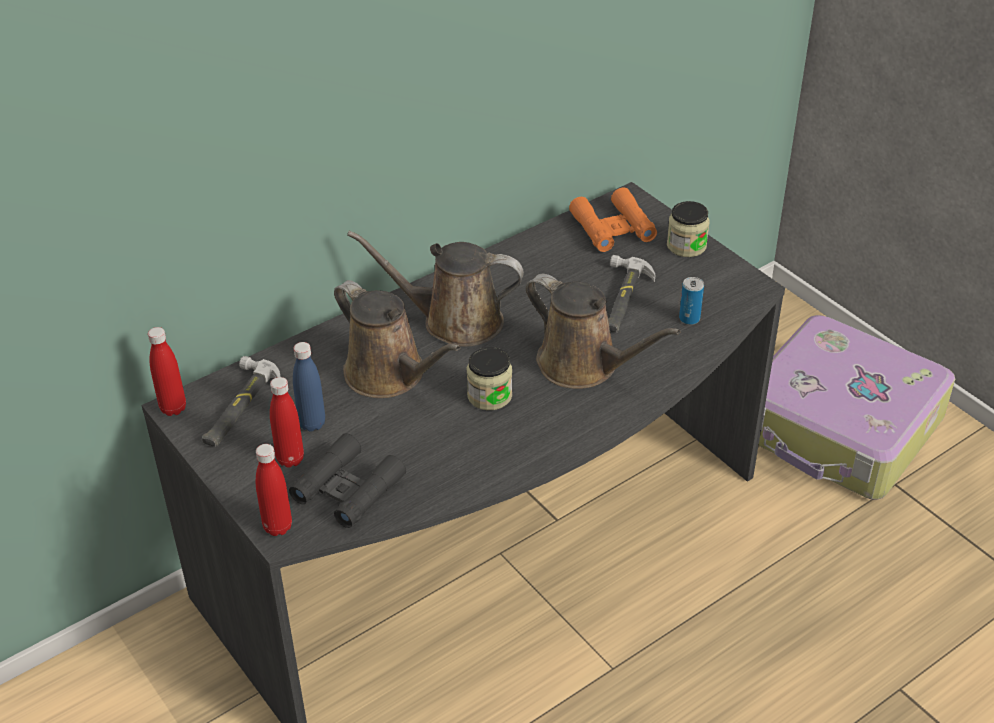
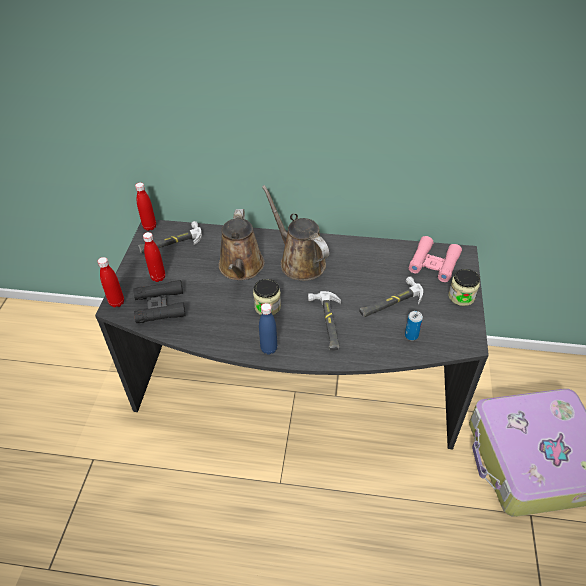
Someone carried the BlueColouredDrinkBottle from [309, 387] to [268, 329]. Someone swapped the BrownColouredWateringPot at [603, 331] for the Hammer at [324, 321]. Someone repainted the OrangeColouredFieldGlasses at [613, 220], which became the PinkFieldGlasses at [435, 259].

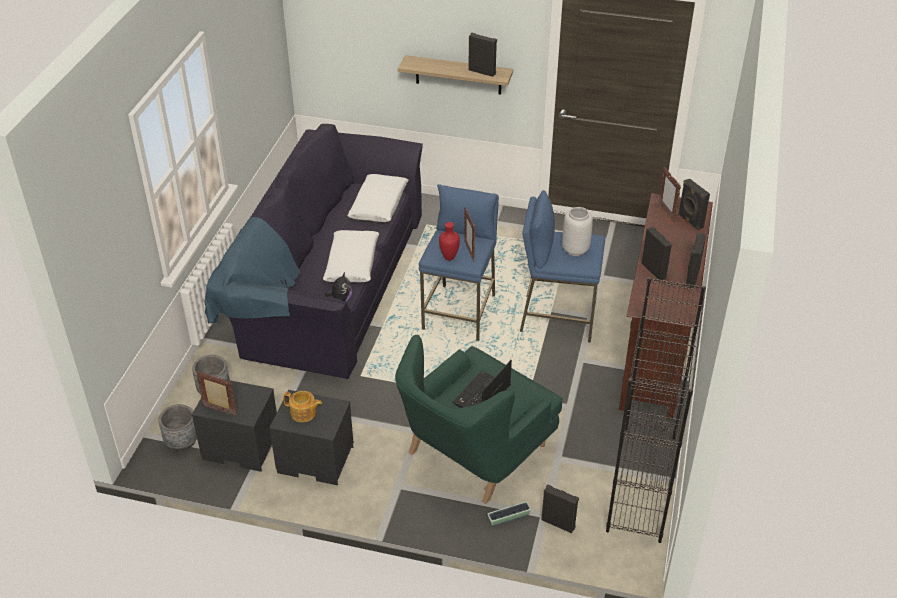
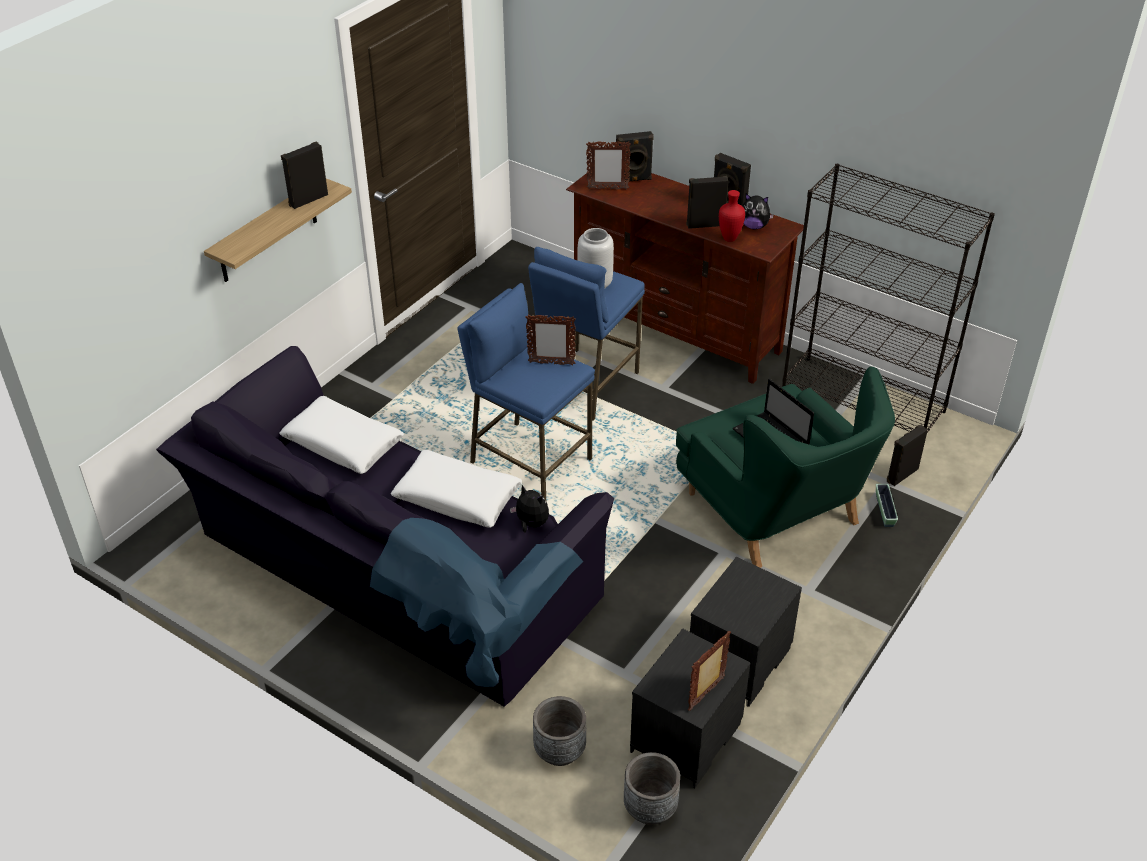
Someone took away the TeaPot at [302, 406]. Someone carried the RedColouredDecorativeVase from [449, 241] to [732, 216]. Someone put down the SoftToy at [758, 211].

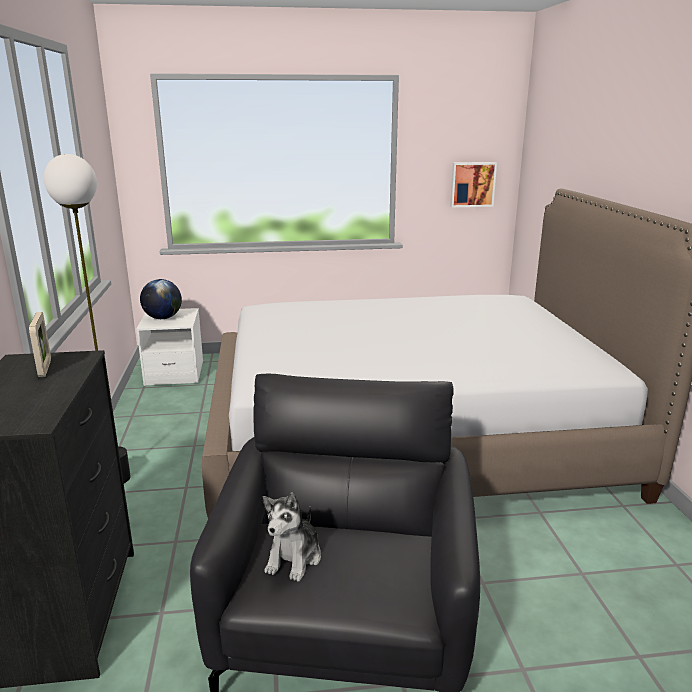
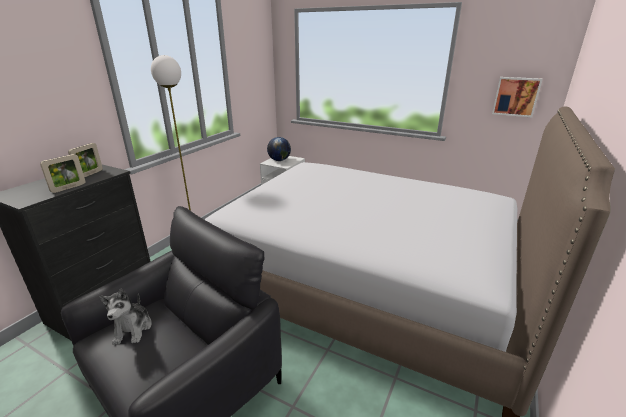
Someone rotated the SoftToy at [292, 537] by 60 degrees counterclockwise. Someone put down the PictureFrame at [62, 173].

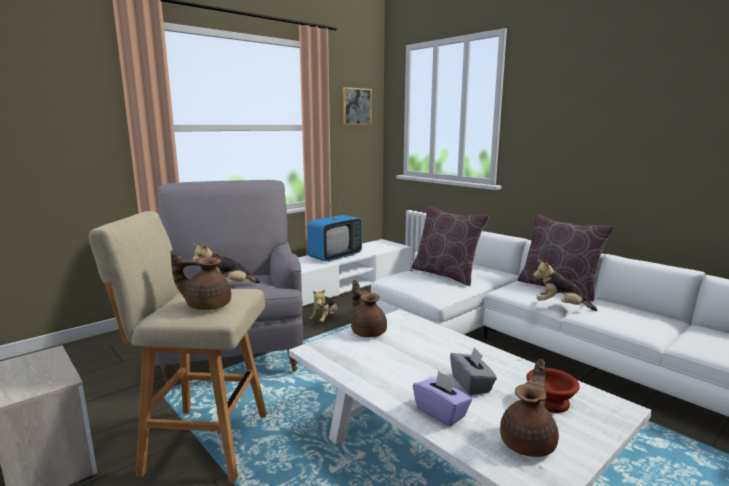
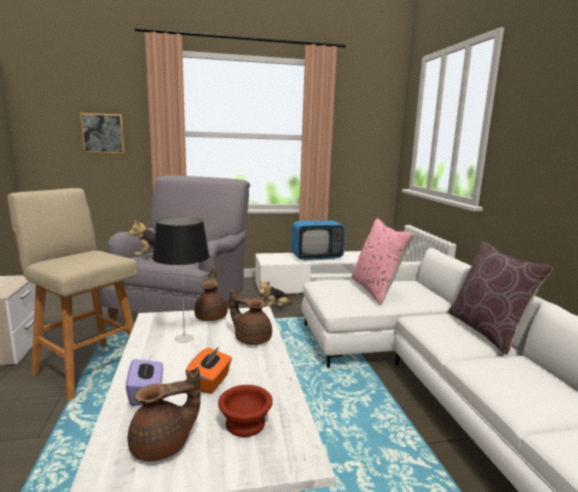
Someone carried the BrownColouredTeaPot from [200, 280] to [251, 316]. Someone carried the WallArt from [357, 106] to [102, 133]. Someone repainted the BrownColouredPillow at [450, 246], which became the PinkPillow at [382, 261]. Someone repainted the GrayBoxOfTissues at [473, 371], which became the OrangeColouredBoxOfTissues at [208, 370]. Someone took away the SoftToy at [565, 285]. Someone put down the TableLamp at [181, 280].

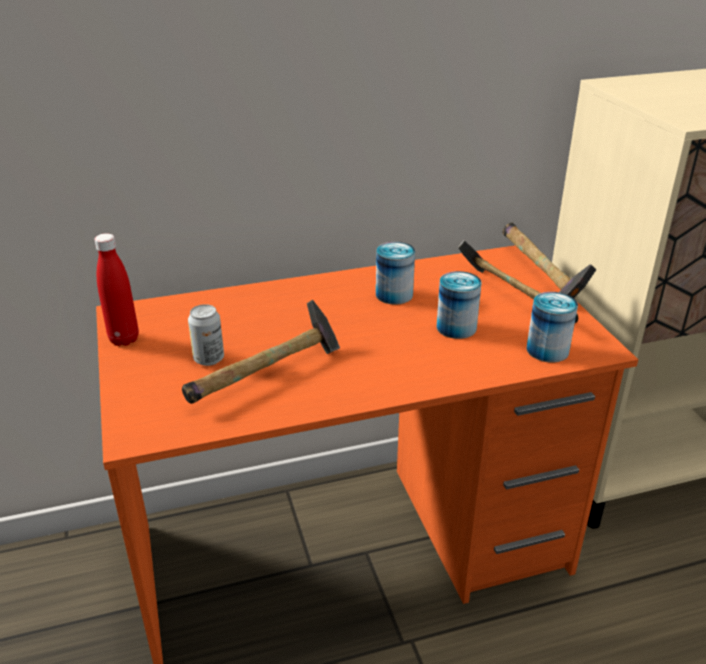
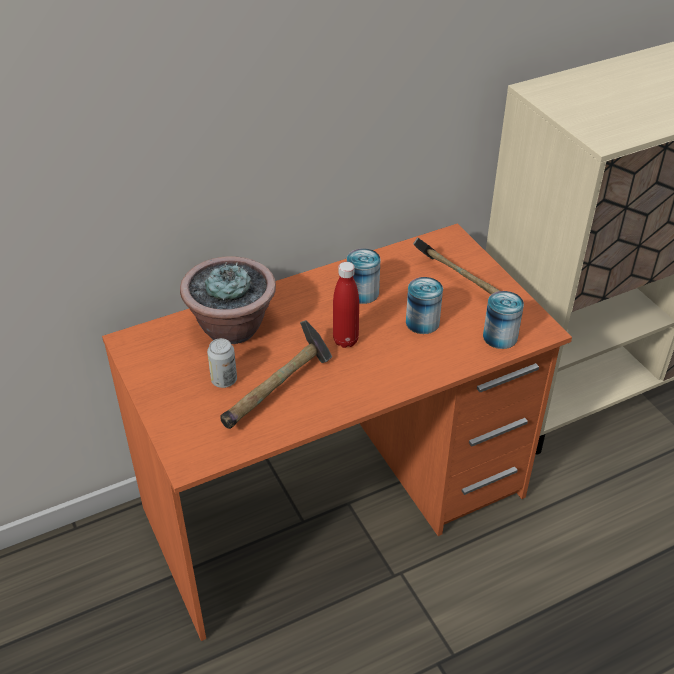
Someone carried the RedColouredDrinkBottle from [116, 289] to [346, 305]. Someone took away the Hammer at [549, 260]. Someone put down the PottedPlant at [228, 300].

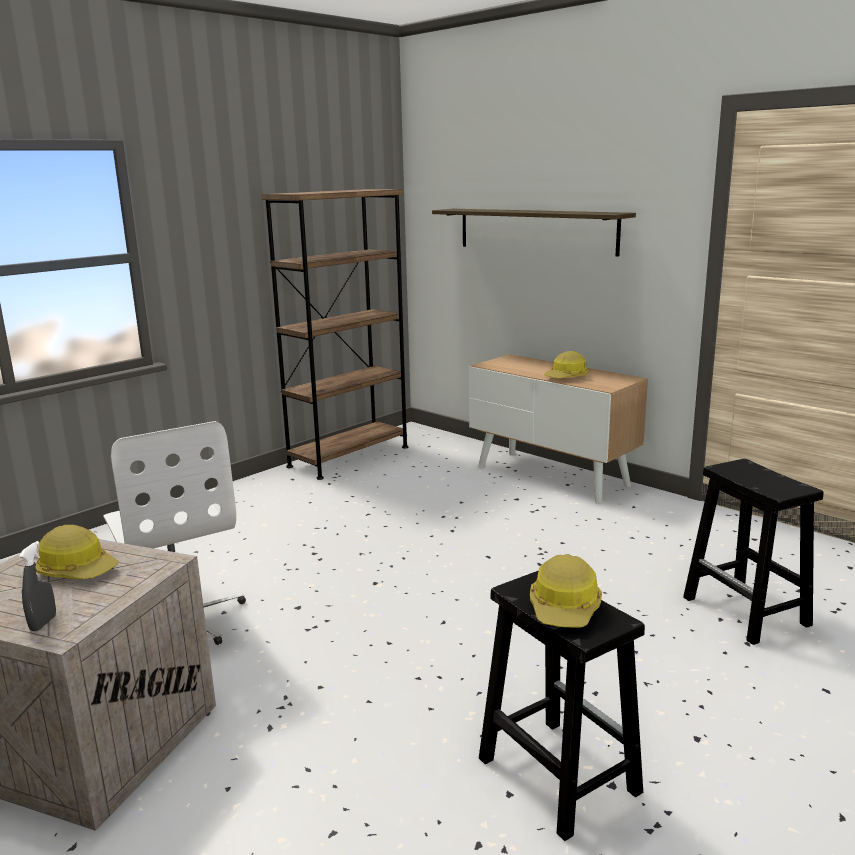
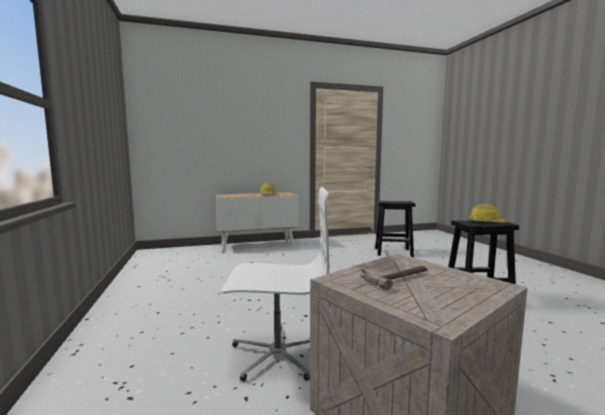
Someone took away the GrayHandSprayer at [37, 586]. Someone swapped the HardHat at [76, 552] for the Hammer at [393, 278]. Someone took away the BrownColouredBookshelf at [334, 334]. Someone took away the BracketShelf at [534, 233].

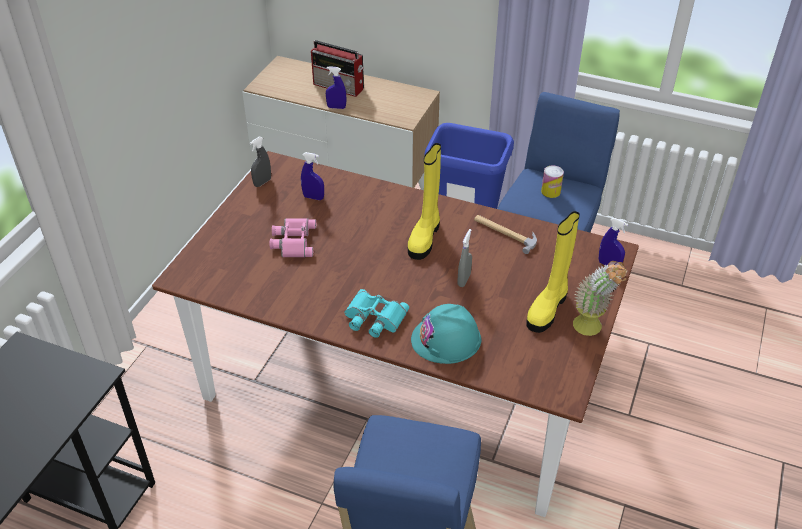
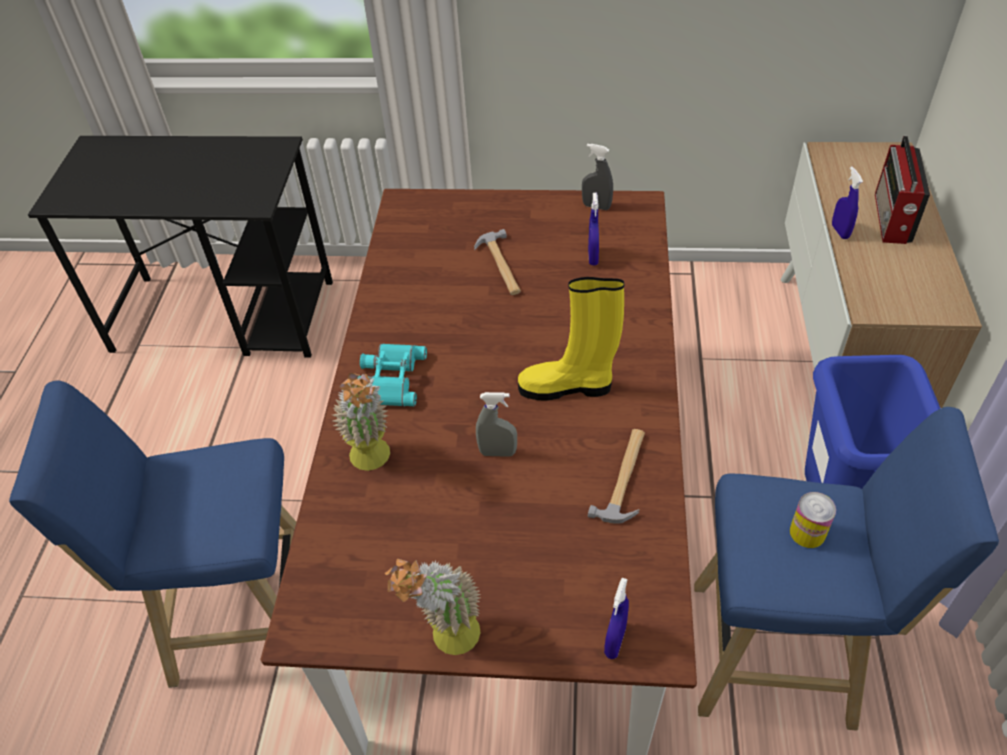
Someone swapped the PinkFieldGlasses at [293, 237] for the Hammer at [497, 262]. Someone swapped the TurquoiseColouredHardHat at [446, 334] for the PottedPlant at [361, 422]. Someone took away the YellowishTallBoot at [553, 272].

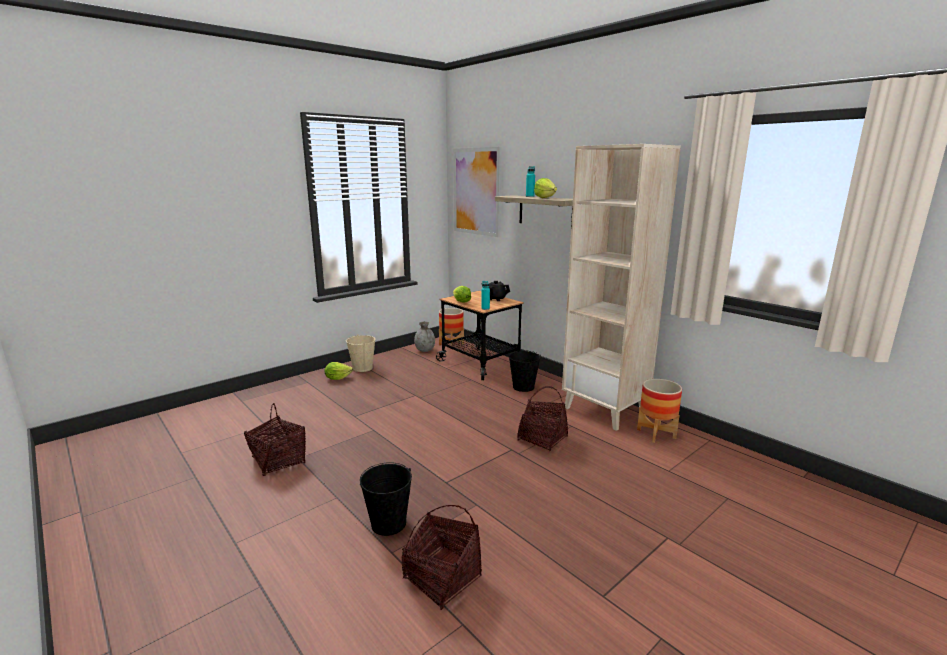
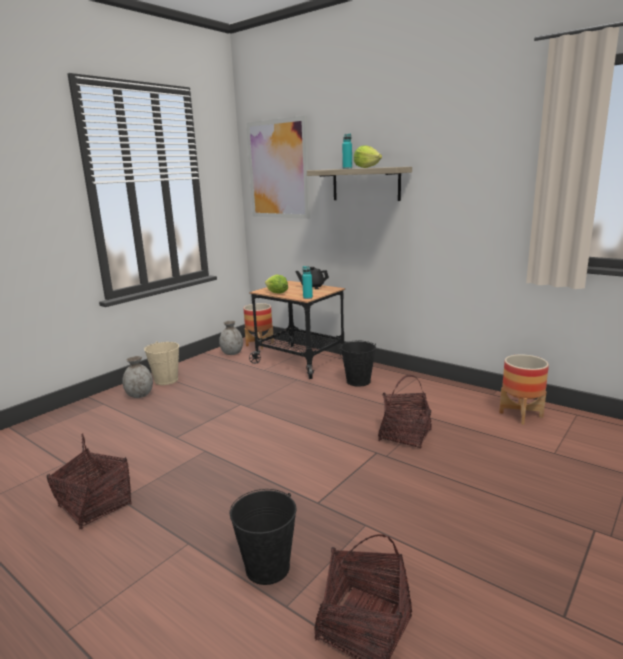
Someone swapped the HeadOfLettuce at [339, 371] for the GrayDecorativeVase at [137, 377]. Someone took away the BeigeColouredBookshelf at [621, 287].

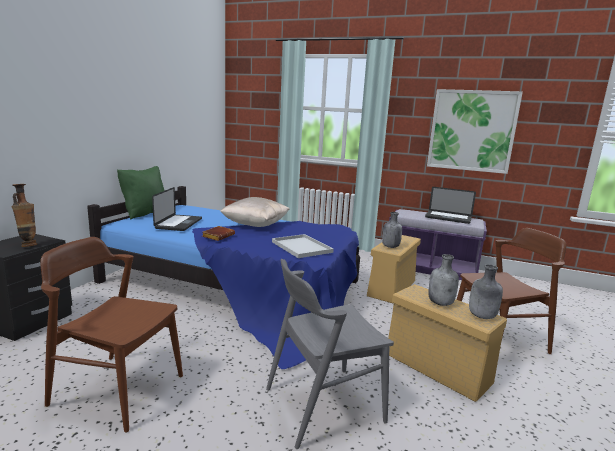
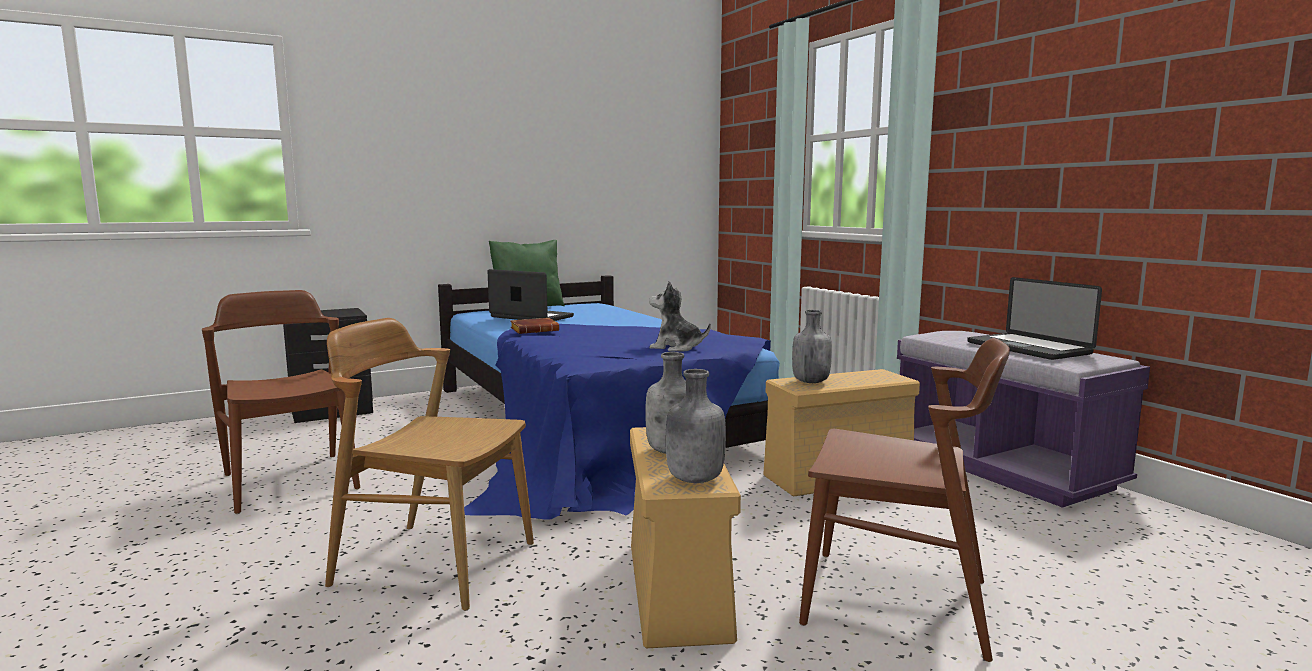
Someone took away the DecorativeVase at [24, 215]. Someone rotated the NotebookComputer at [177, 209] by 105 degrees counterclockwise. Someone took away the BeigeColouredPillow at [255, 212]. Someone repainted the GrayChair at [330, 354], which became the BrownColouredChair at [429, 464]. Someone took away the WhiteColouredServingTray at [303, 246]. Someone took away the WallArt at [475, 131]. Someone put down the SoftToy at [680, 316].

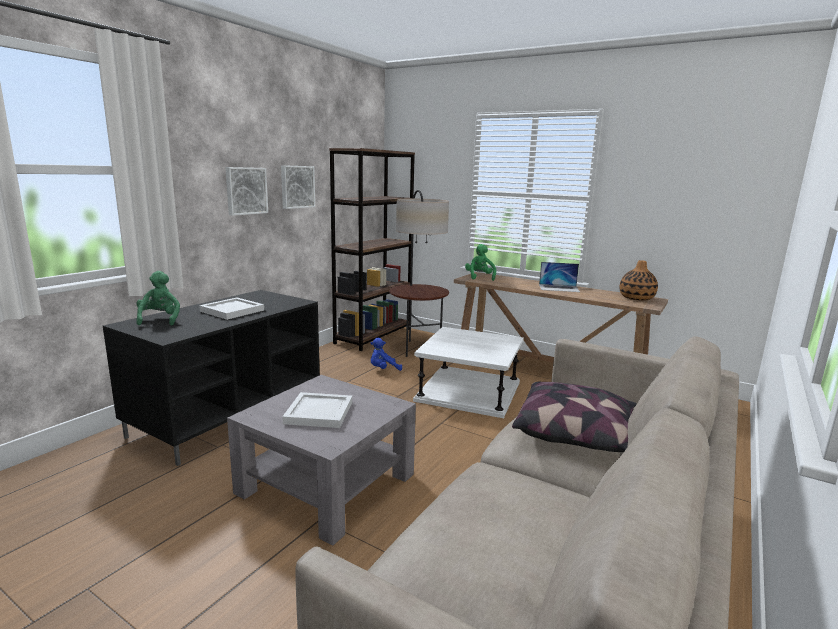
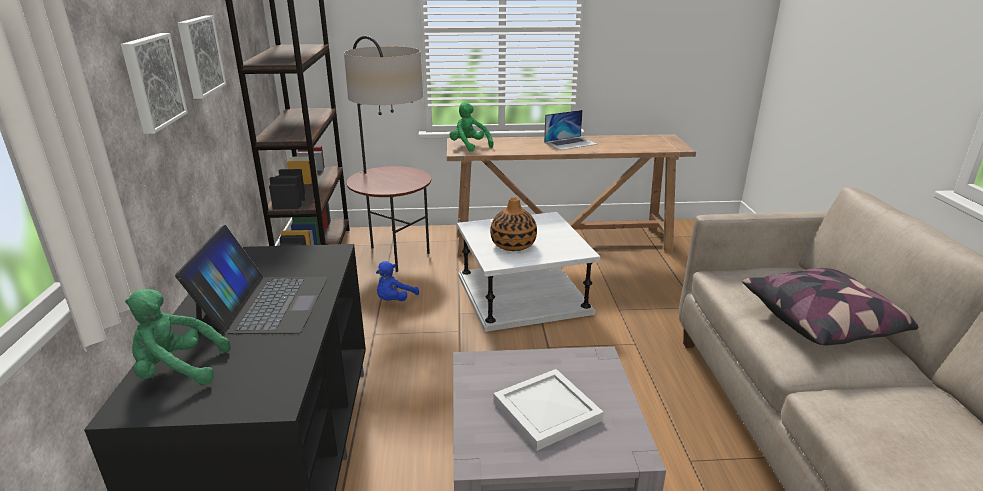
Someone rotated the GreenSoftToy at [158, 298] by 45 degrees counterclockwise. Someone swapped the WhiteColouredServingTray at [231, 309] for the NotebookComputer at [251, 279]. Someone carried the DecorativeVase from [638, 280] to [513, 224].

